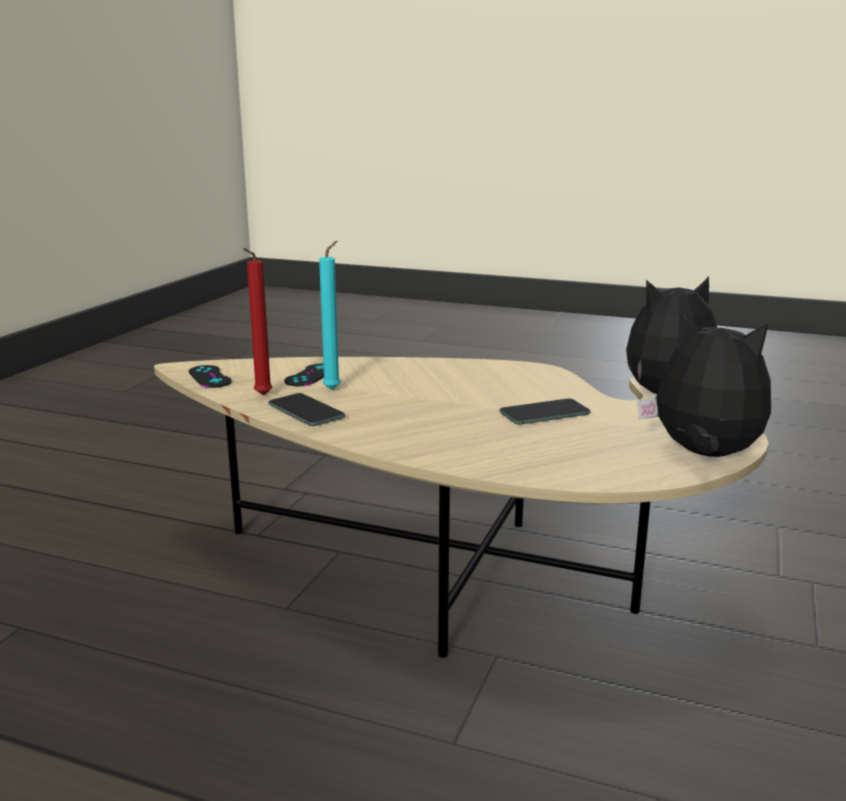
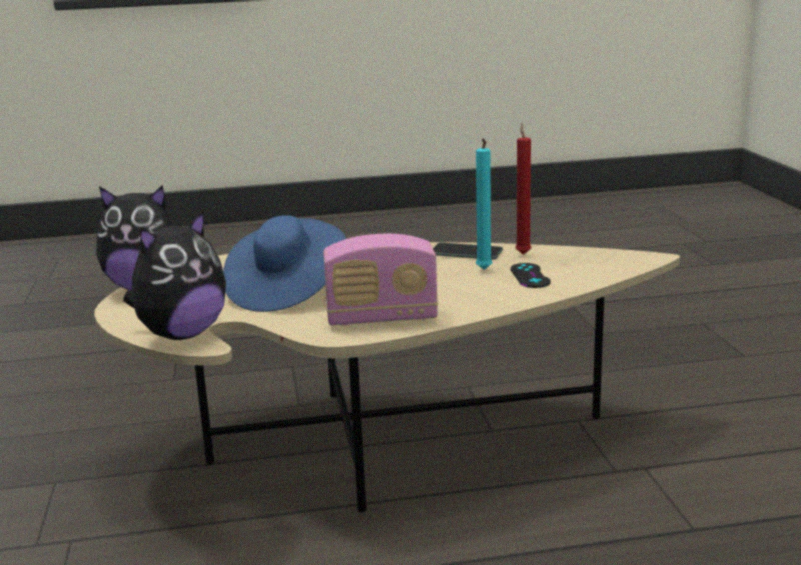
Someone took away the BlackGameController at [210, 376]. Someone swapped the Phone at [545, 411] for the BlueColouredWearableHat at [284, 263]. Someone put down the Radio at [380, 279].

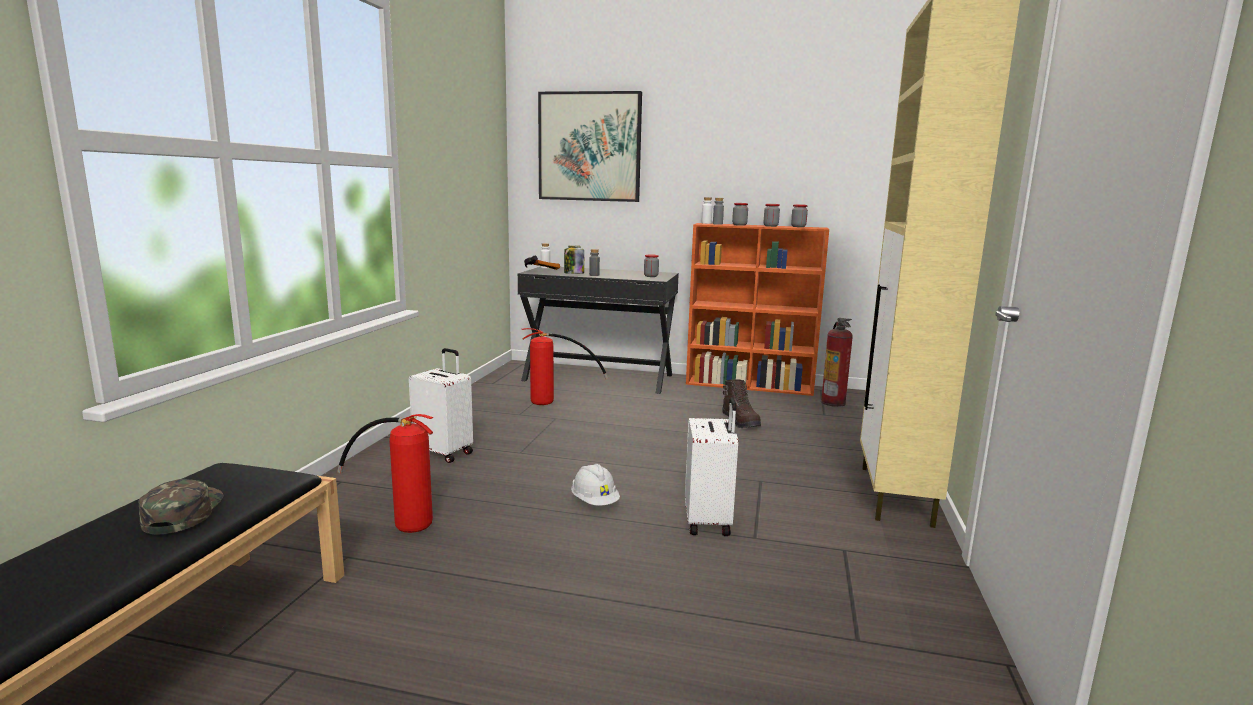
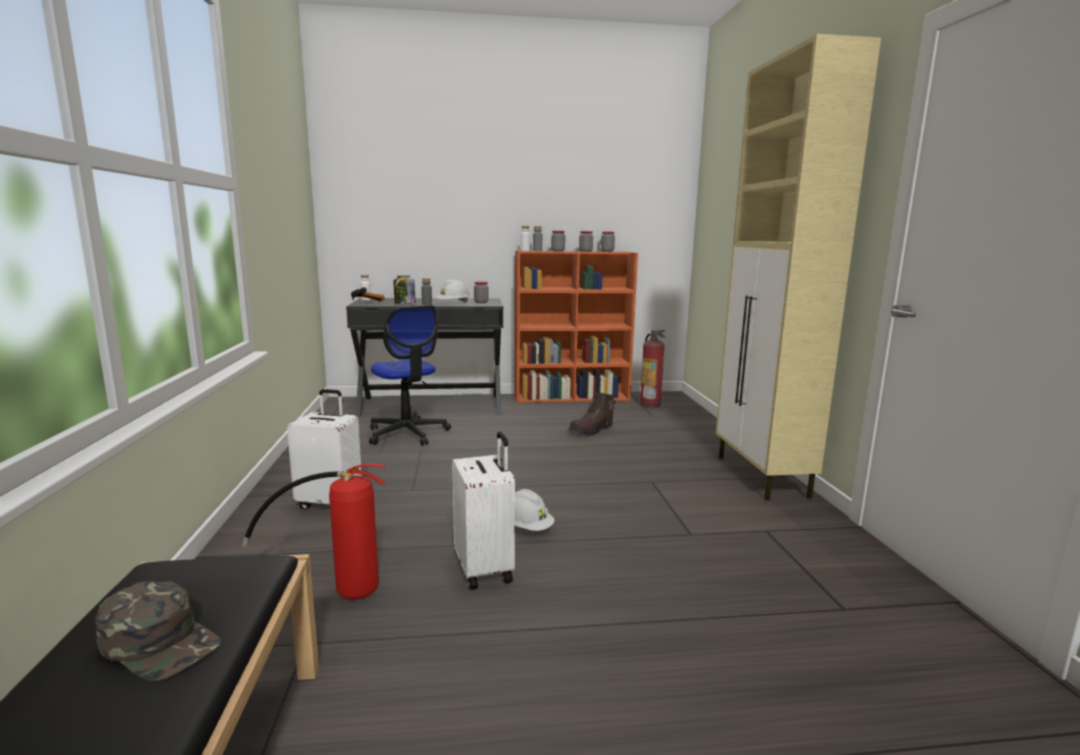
Someone rotated the GreenBaseballCap at [181, 506] by 150 degrees clockwise. Someone swapped the Extinguisher at [565, 366] for the OfficeChair at [410, 375]. Someone took away the WallArt at [590, 146]. Someone carried the WhiteColouredTravelCase from [711, 466] to [483, 511]. Someone rotated the BrownColouredTallBoot at [741, 404] by 90 degrees clockwise. Someone put down the WhiteColouredHardHat at [452, 291].

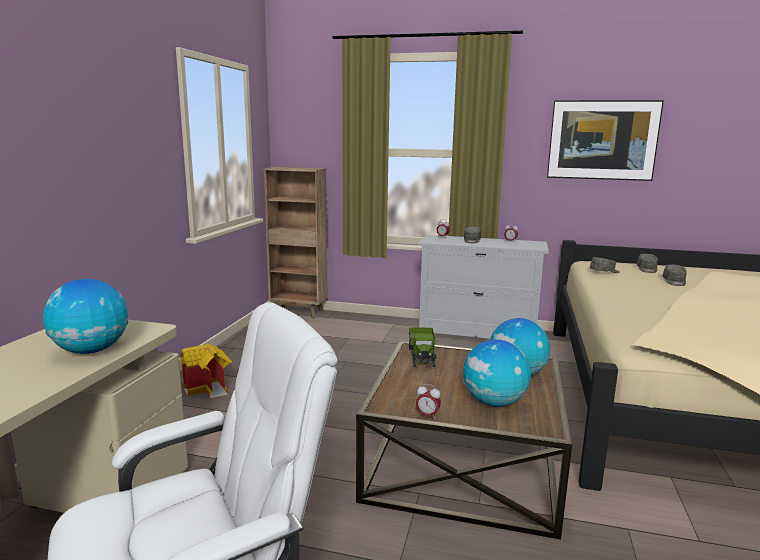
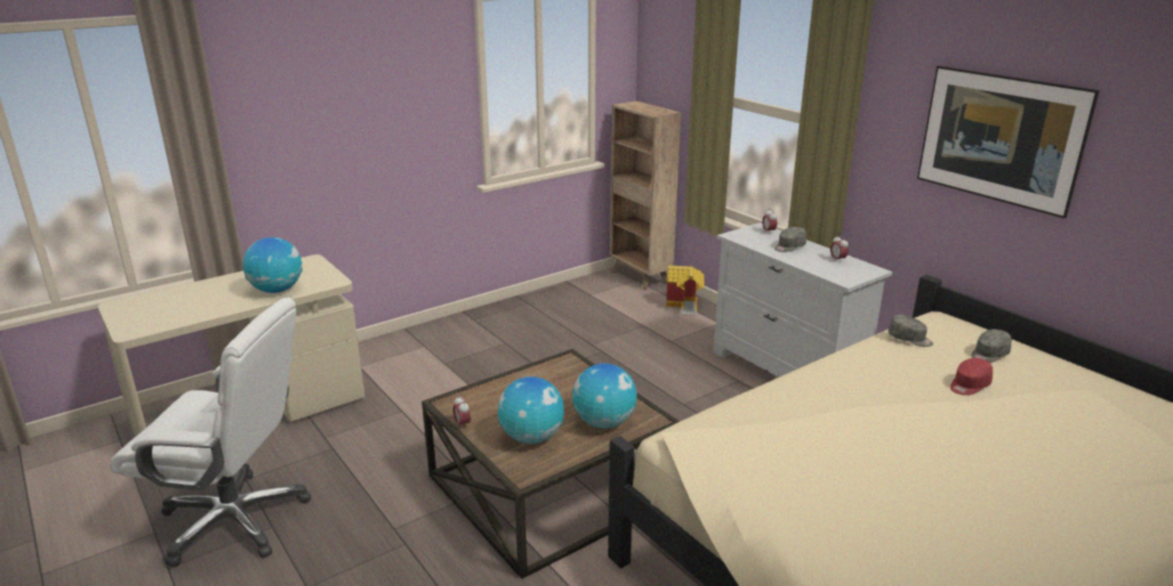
Someone carried the ModelHouse from [206, 371] to [685, 290]. Someone took away the ModelTruck at [423, 347]. Someone repainted the GrayBaseballCap at [674, 275], which became the RedColouredBaseballCap at [971, 376].

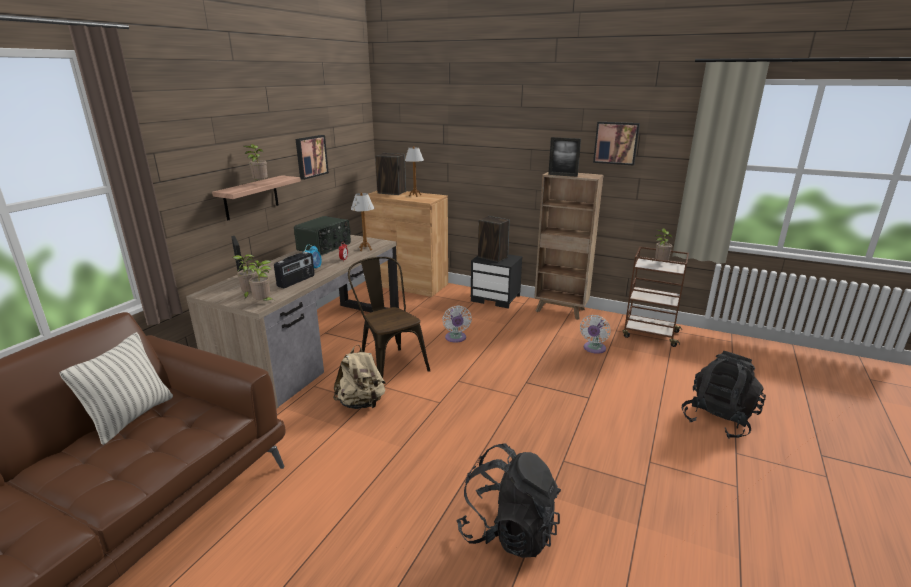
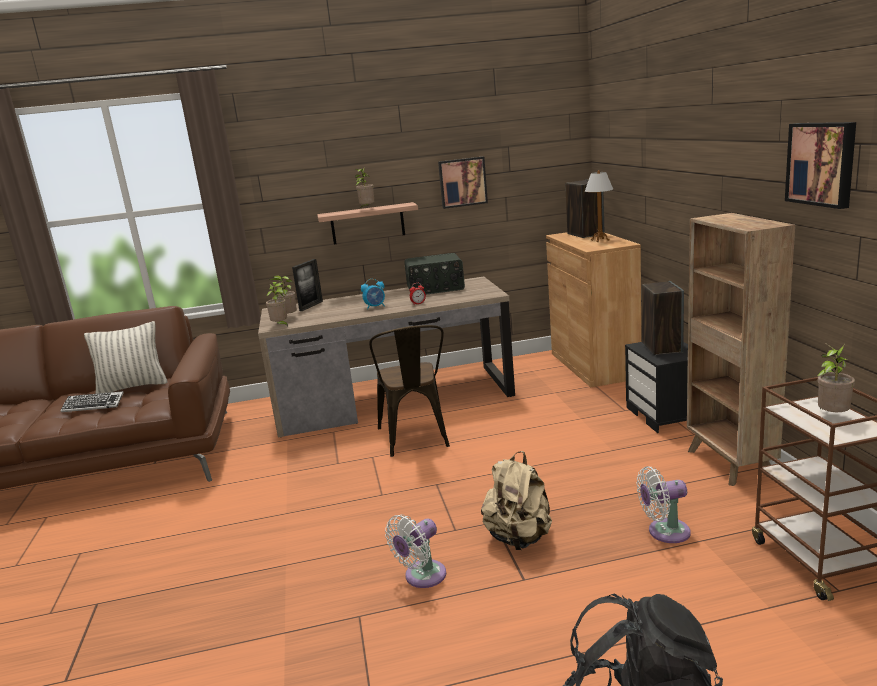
Someone took away the Radio at [294, 270]. Someone carried the BeigeColouredKnapsack from [359, 377] to [516, 500]. Someone rotated the BrownColouredChair at [389, 317] by 150 degrees clockwise. Someone took away the TableLamp at [362, 221]. Someone carried the WhiteColouredCoolingFan from [457, 324] to [415, 551]. Someone took away the BlackKnapsack at [508, 500]. Someone took away the PictureFrame at [564, 157]. Someone put down the PcKeyboard at [92, 401].

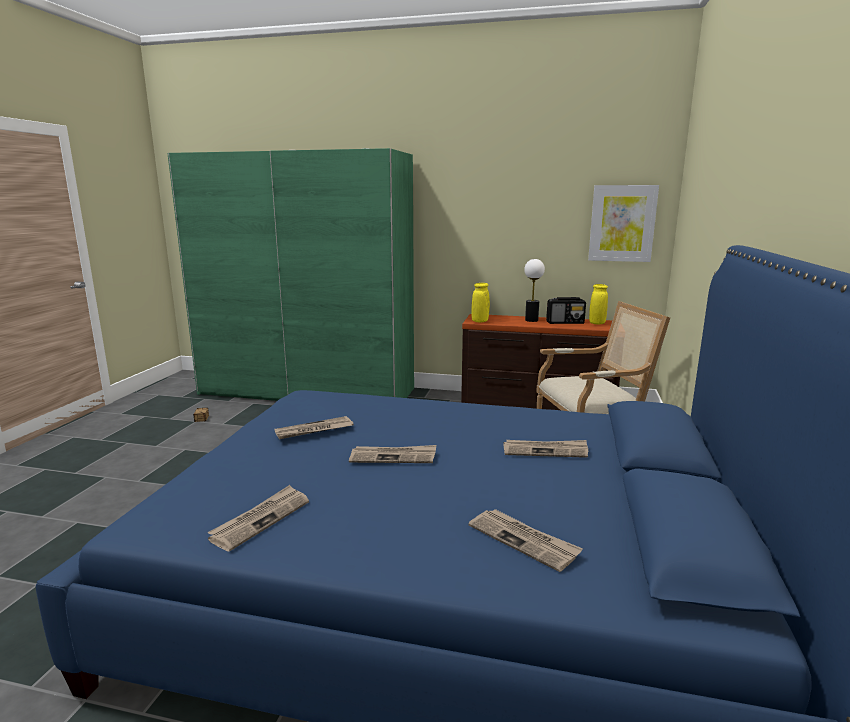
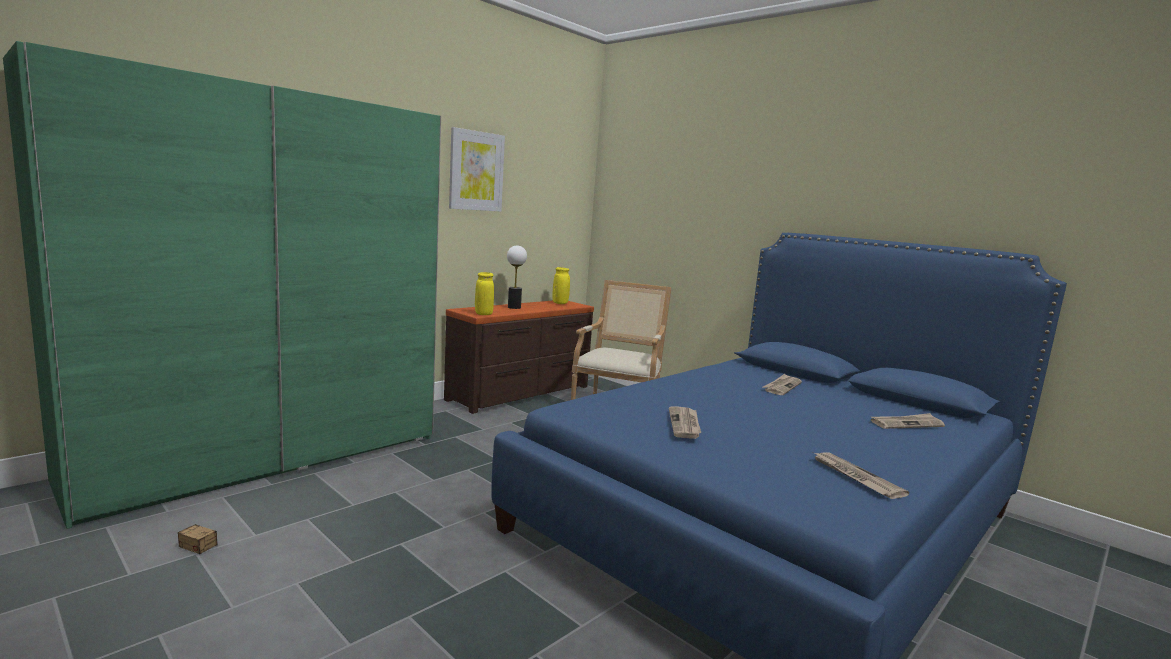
Someone took away the DailyPaper at [392, 454]. Someone took away the Radio at [566, 310]. Someone carried the WallArt from [623, 223] to [477, 169].

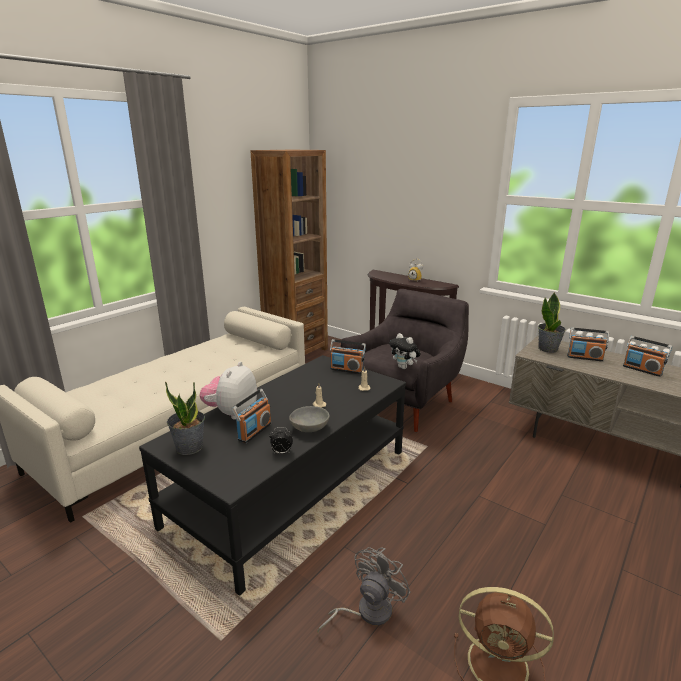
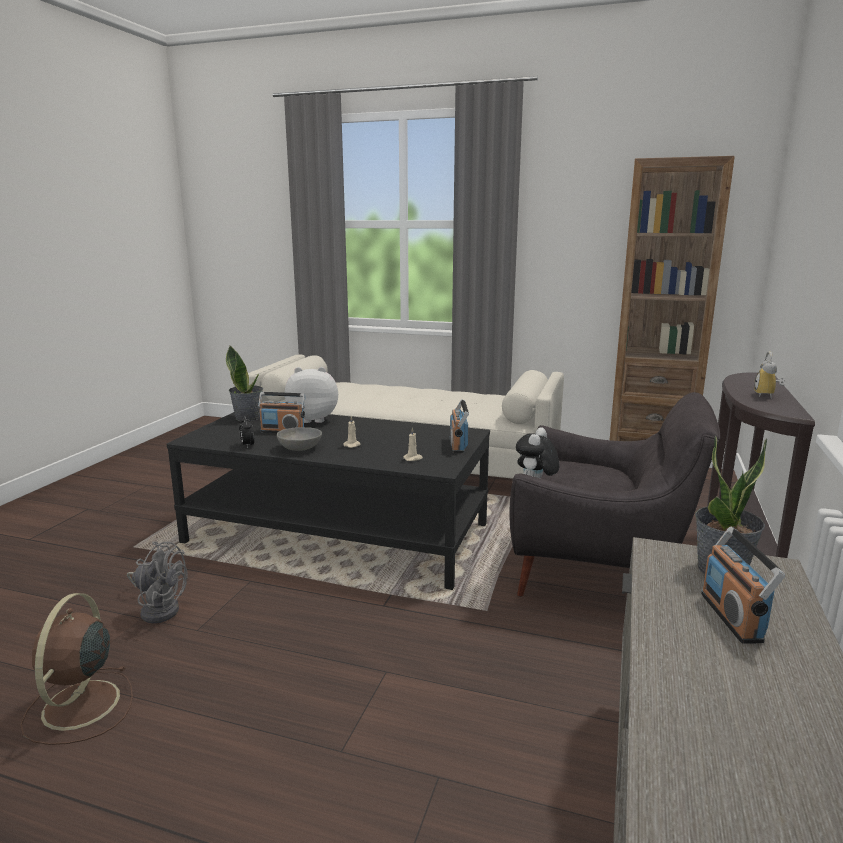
Someone took away the Radio at [647, 356].

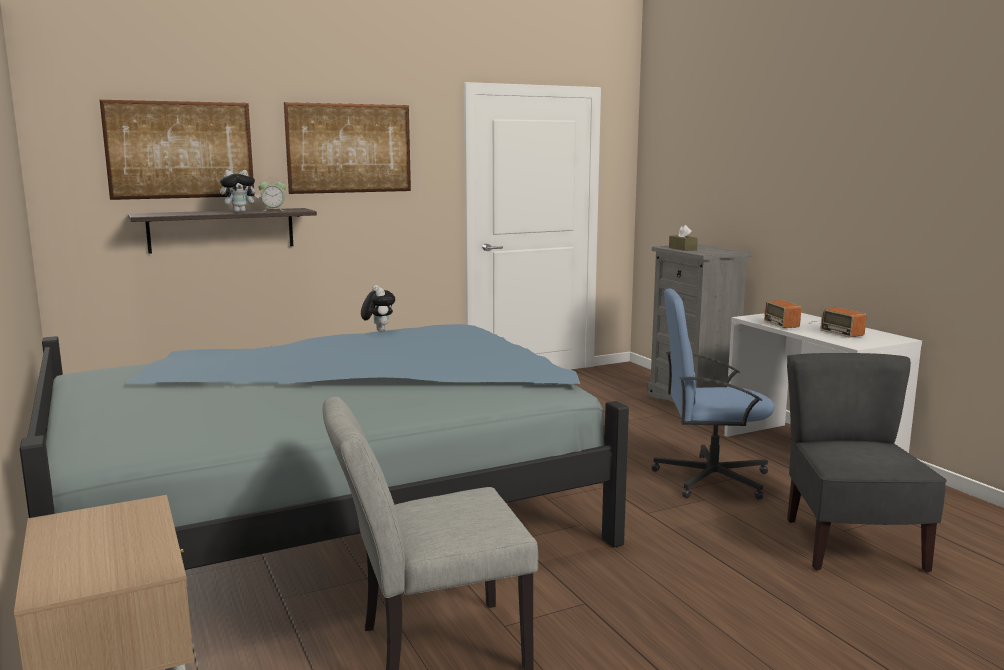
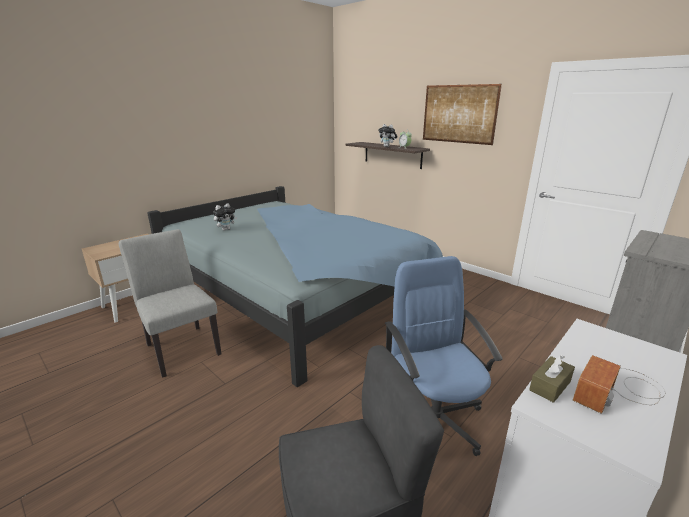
Someone took away the WallArt at [177, 150]. Someone carried the SoftToy from [378, 308] to [225, 217]. Someone carried the BrownColouredBoxOfTissues from [683, 238] to [552, 379]. Someone took away the Radio at [782, 314].

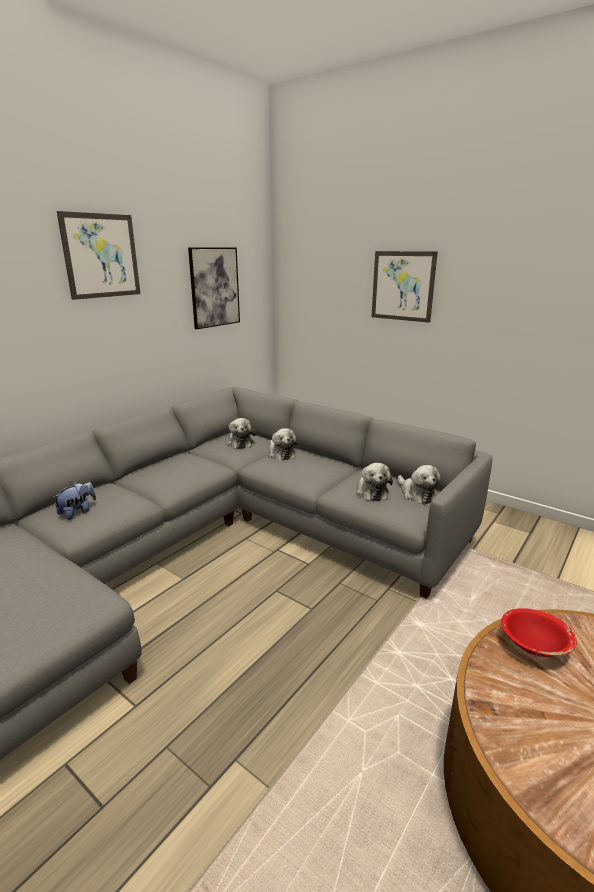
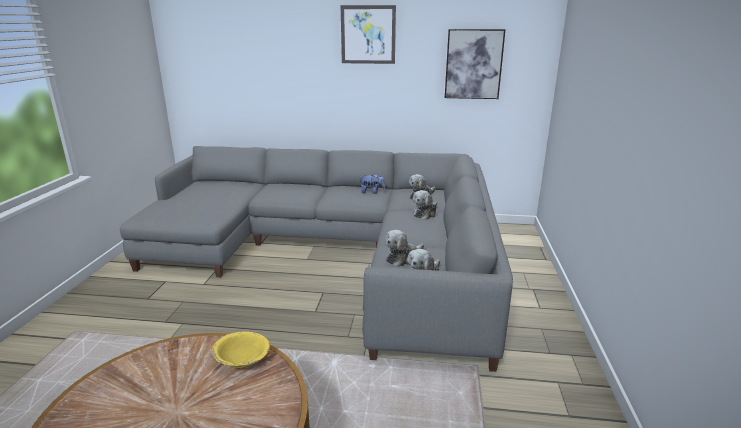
Someone carried the SoftToy from [74, 500] to [372, 183]. Someone took away the WallArt at [405, 287]. Someone repainted the RedColouredBowl at [539, 632], which became the YellowishBowl at [241, 350].

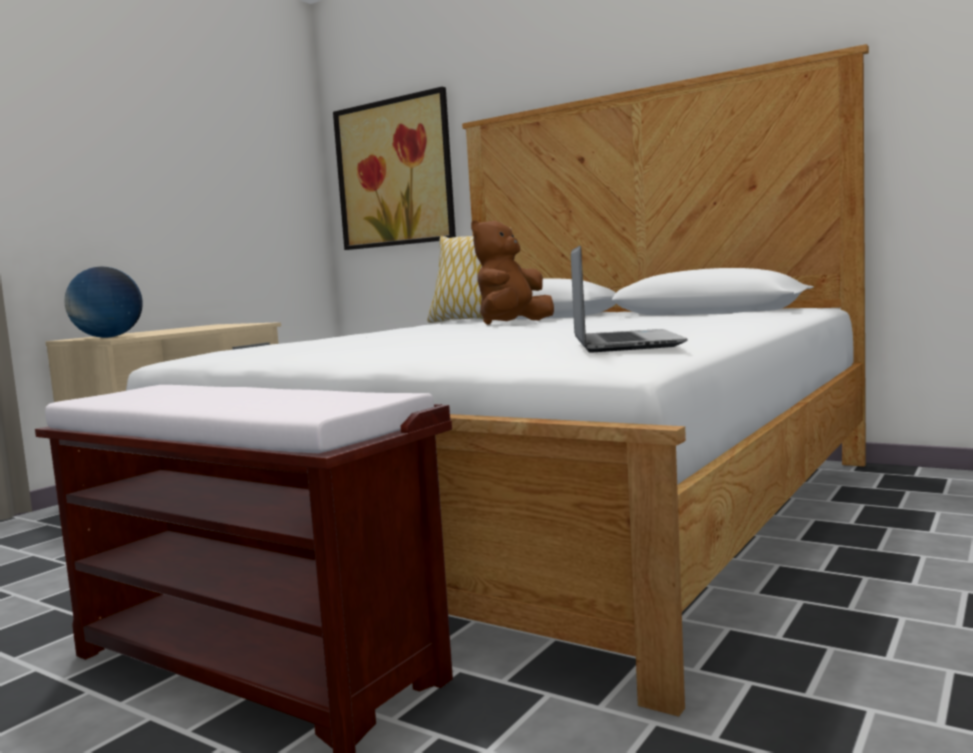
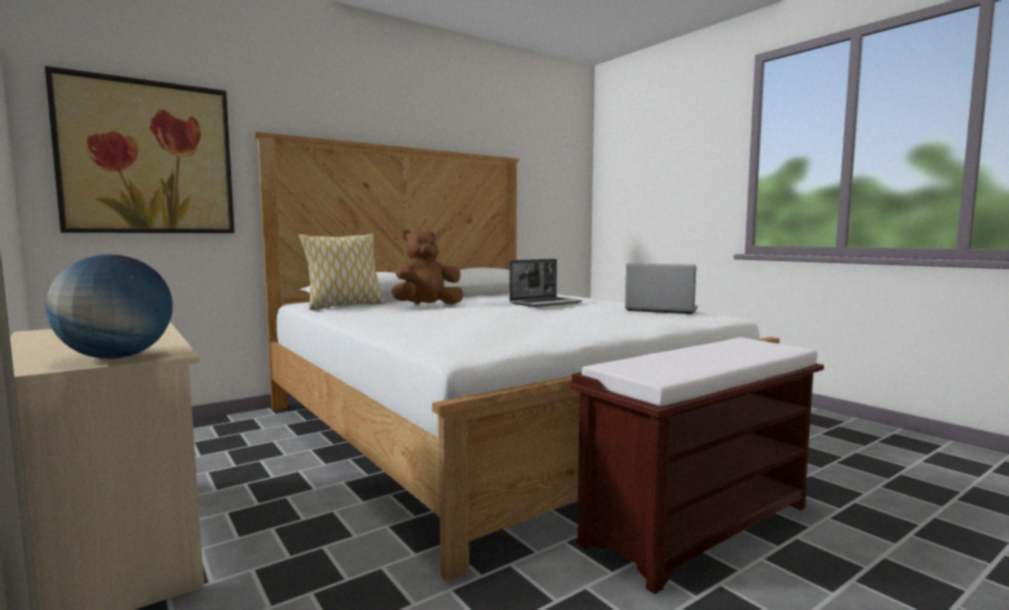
Someone rotated the BrownColouredSoftToy at [512, 272] by 90 degrees clockwise. Someone put down the NotebookComputer at [545, 283].

